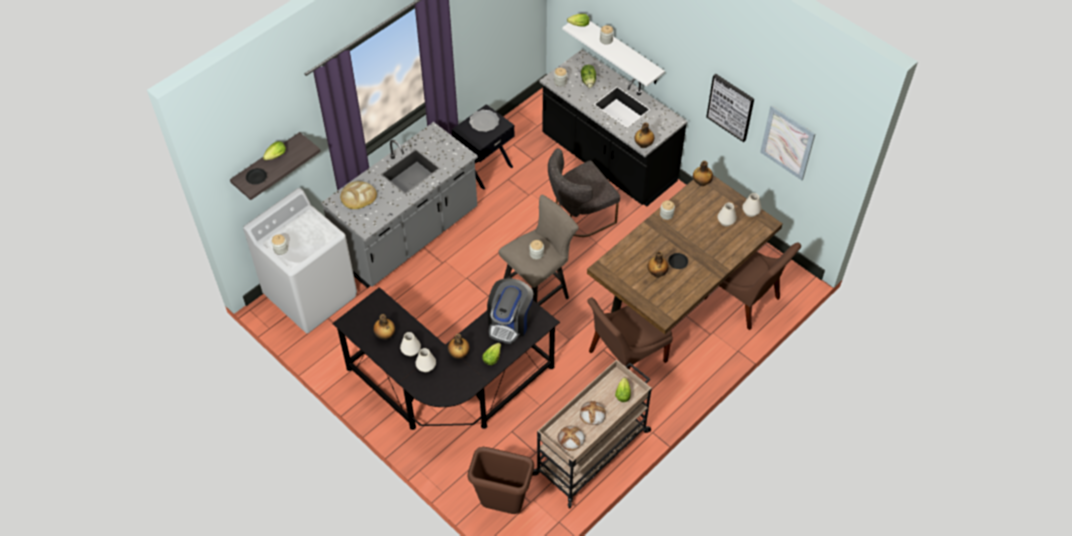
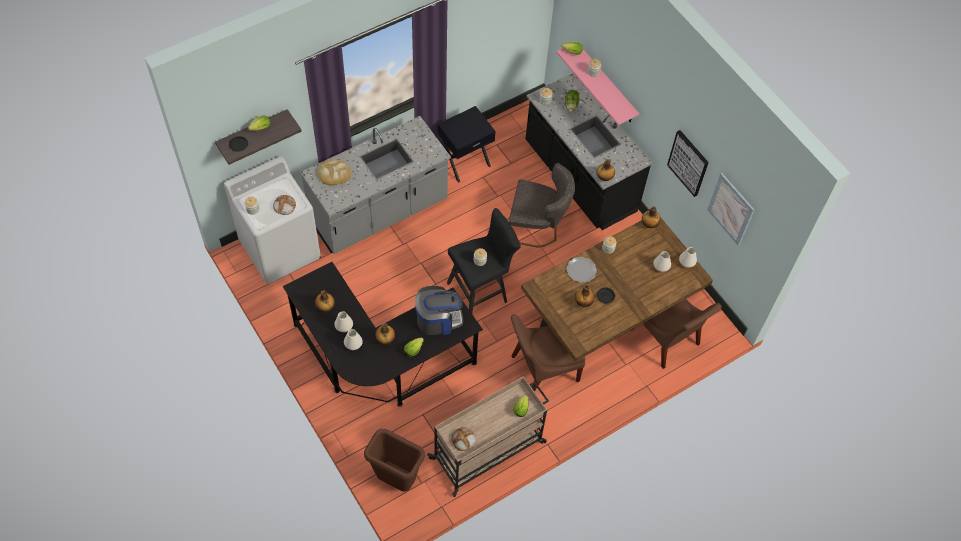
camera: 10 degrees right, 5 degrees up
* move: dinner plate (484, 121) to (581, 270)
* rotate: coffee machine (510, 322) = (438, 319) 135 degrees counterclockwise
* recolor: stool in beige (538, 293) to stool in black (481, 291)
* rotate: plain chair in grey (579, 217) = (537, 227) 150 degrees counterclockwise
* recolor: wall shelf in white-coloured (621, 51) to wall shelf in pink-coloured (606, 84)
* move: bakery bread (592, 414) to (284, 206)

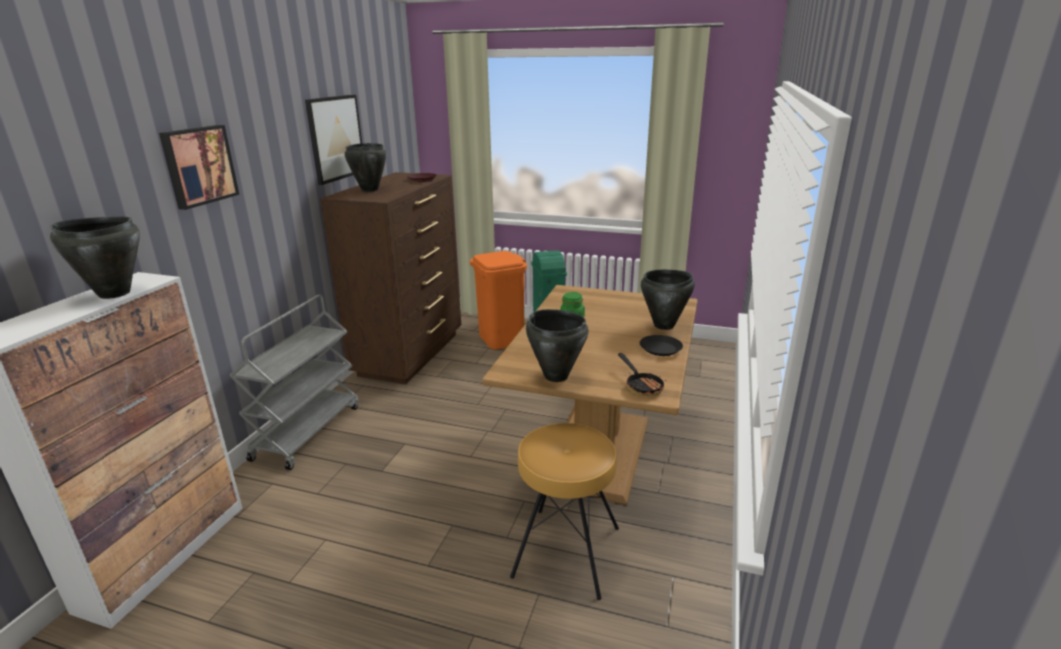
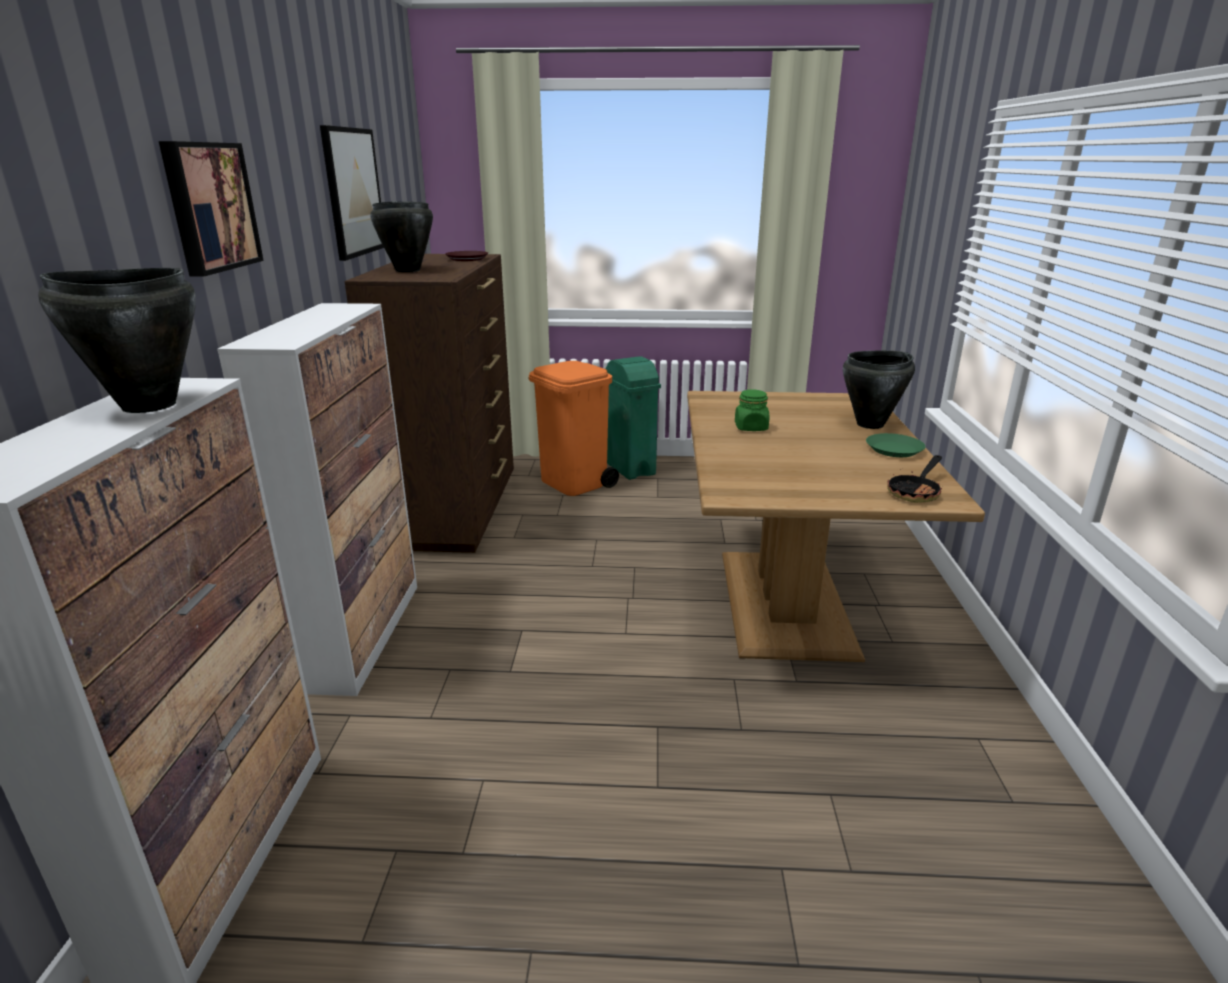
camera: 15 degrees left, 0 degrees up
* replace: wheeled cart in grey (307, 431) to cupboard (363, 634)
* delete: stool in brown-coloured (565, 551)
* delete: saucepot in black (556, 376)
* rotate: frying pan (641, 385) = (916, 492) 75 degrees clockwise
* recolor: dinner plate in black (661, 349) to dinner plate in greenish (894, 450)

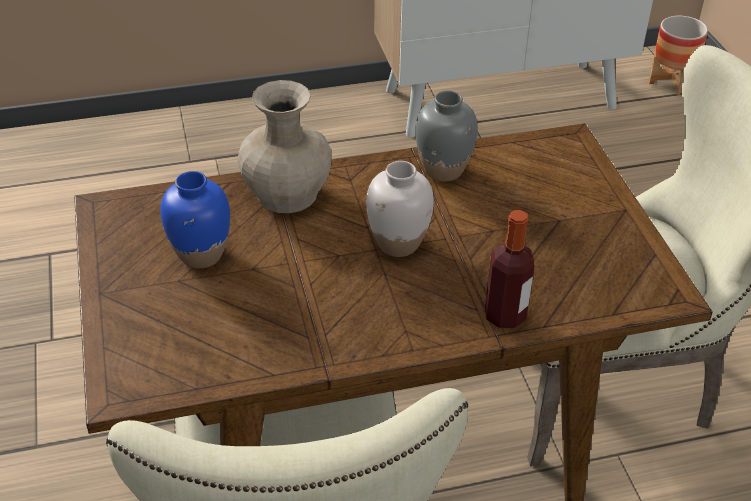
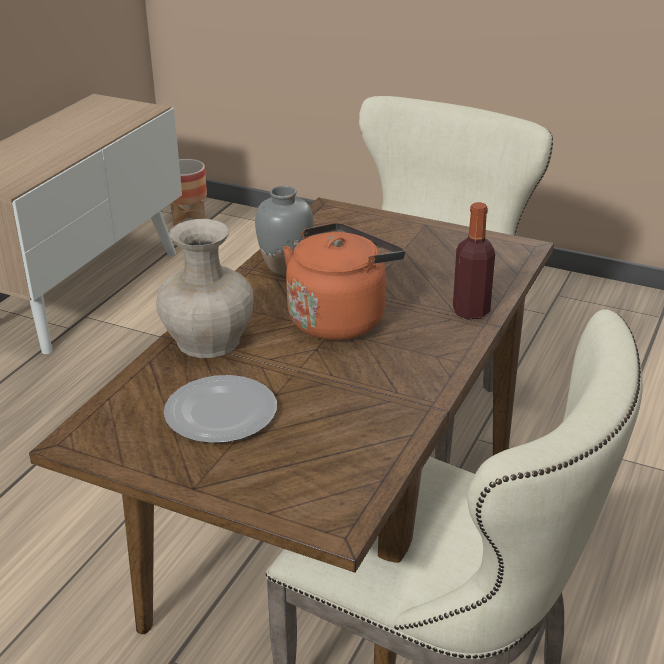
camera: 50 degrees left, 10 degrees down
* replace: decorative vase in blue (201, 255) to dinner plate (222, 412)
* replace: decorative vase in white-coloured (398, 244) to kettle in orangey (340, 318)

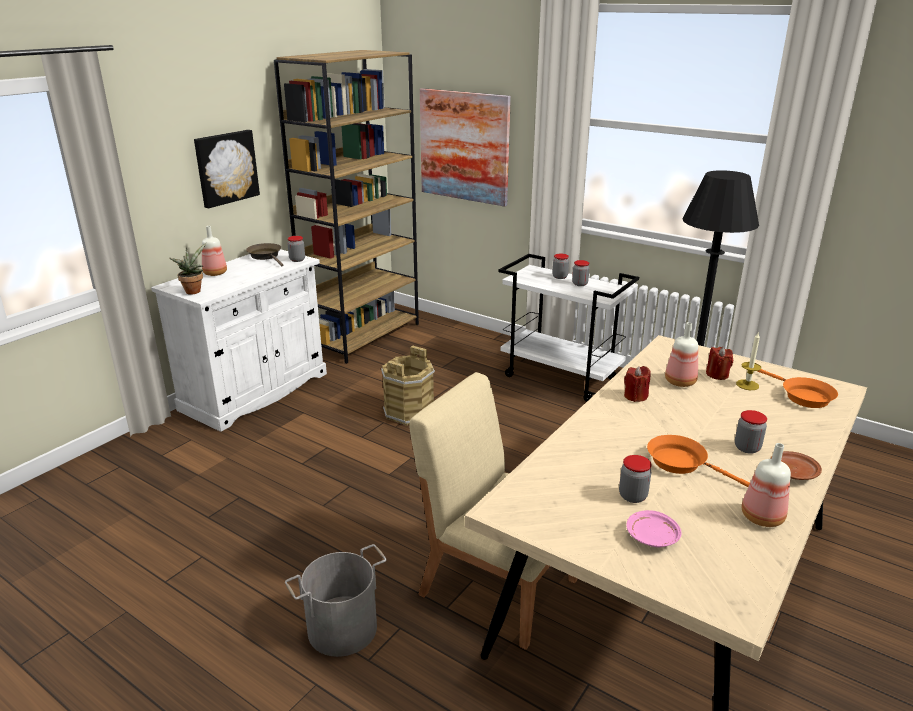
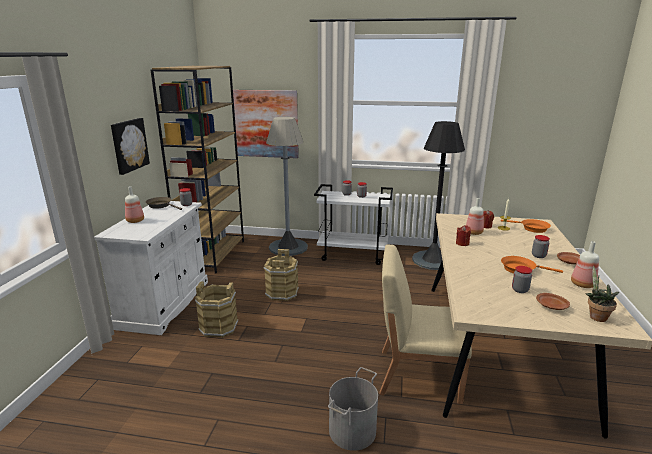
camera: 25 degrees left, 5 degrees down
* move: potted plant (193, 291) to (595, 316)
* recolor: dinner plate in pink-coloured (652, 537) to dinner plate in brown-coloured (552, 306)
* insert: bucket in brown-coloured (219, 327)
* insert: floor lamp in grey (288, 247)

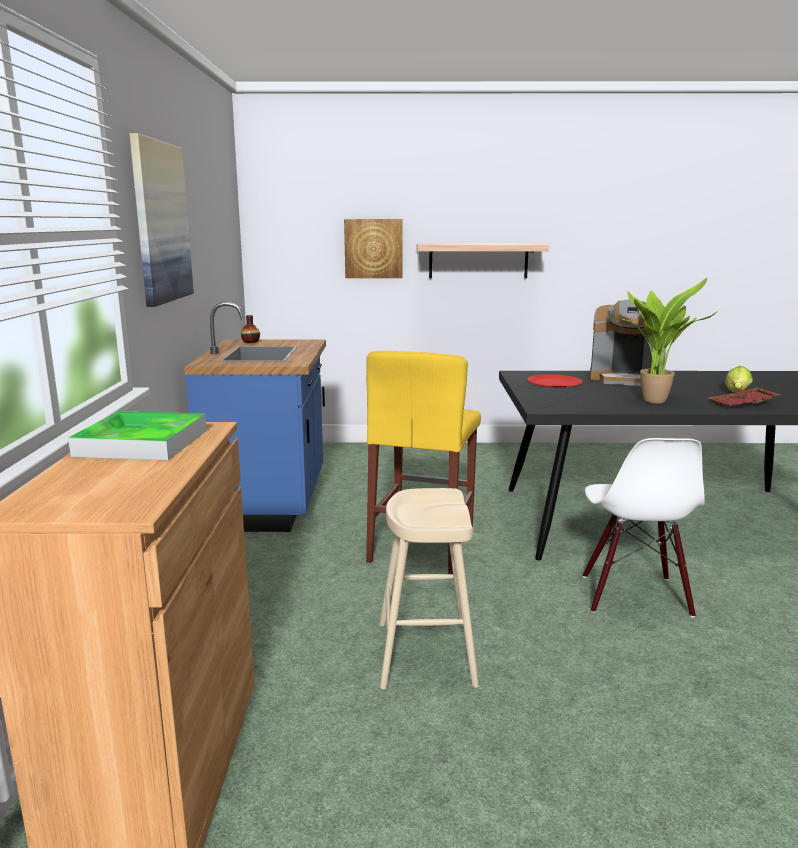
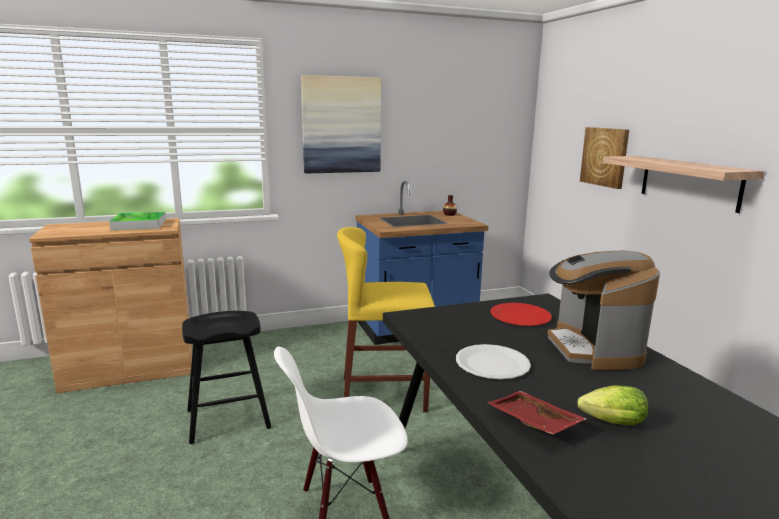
camera: 70 degrees right, 0 degrees up
* recolor: stool in beige (425, 653) to stool in black (228, 419)
* replace: potted plant (652, 400) to dinner plate in white-coloured (492, 364)

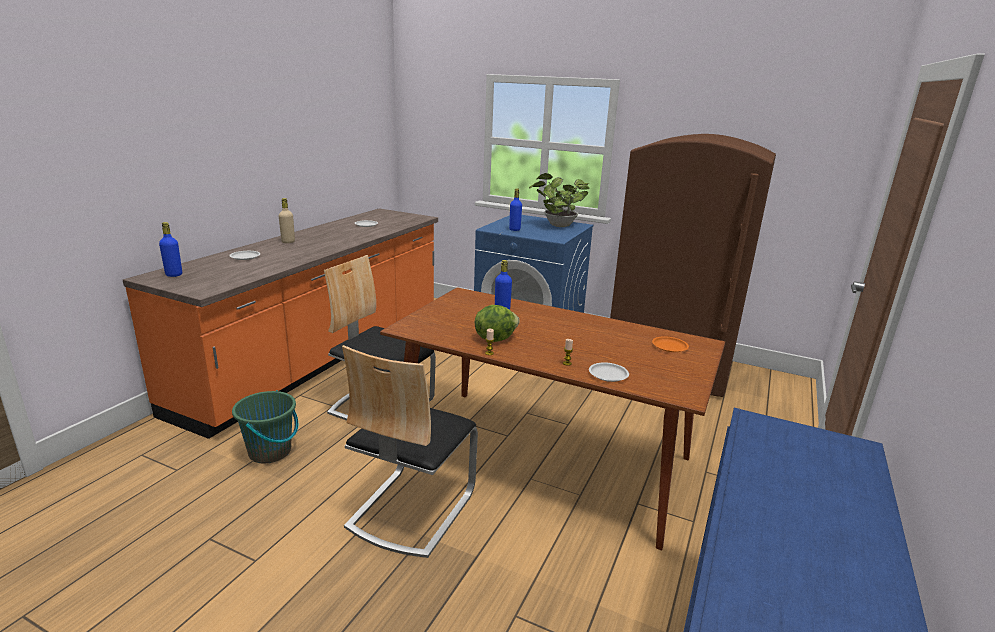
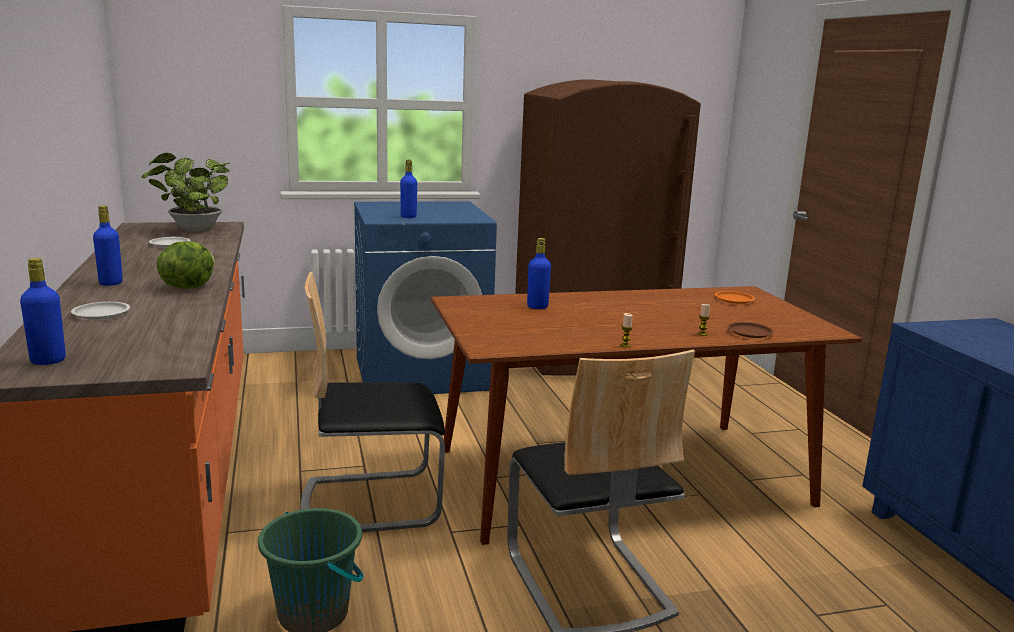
camera: 40 degrees left, 5 degrees down
* recolor: bottle in beige (288, 242) to bottle in blue (111, 283)
* move: head of lettuce (494, 338) to (187, 287)
* move: potted plant (557, 225) to (193, 230)
* recolor: dinner plate in white-coloured (608, 375) to dinner plate in brown-coloured (750, 333)

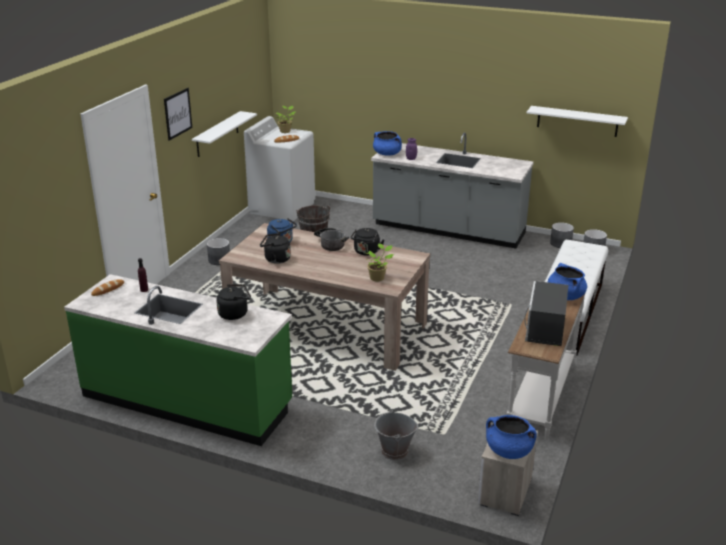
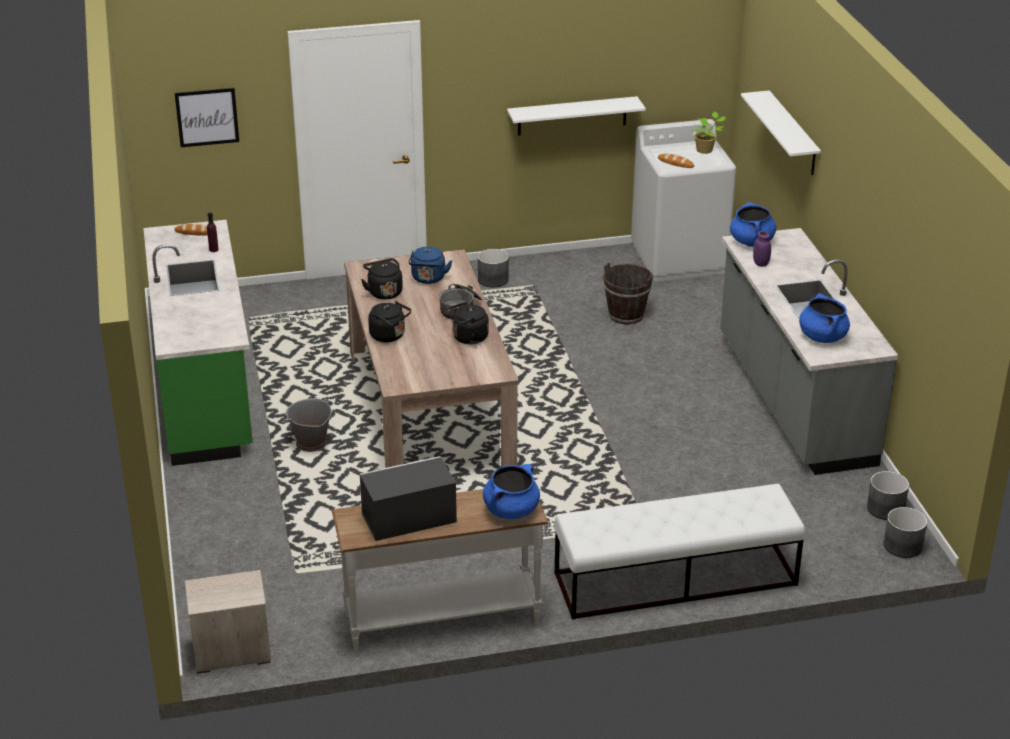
camera: 55 degrees right, 5 degrees up
* move: wall picture (178, 113) to (207, 117)
* move: kettle in black (235, 313) to (389, 336)
* delete: potted plant (378, 278)
* move: bucket in grey (394, 451) to (311, 443)
* move: saucepot in blue (508, 451) to (822, 336)
* move: wall shelf in white-coloured (577, 121) to (793, 134)

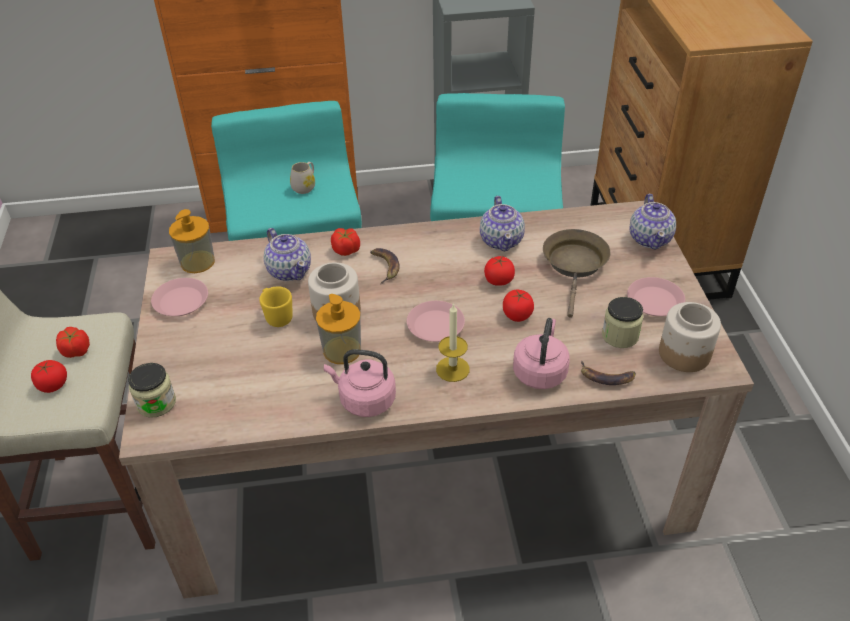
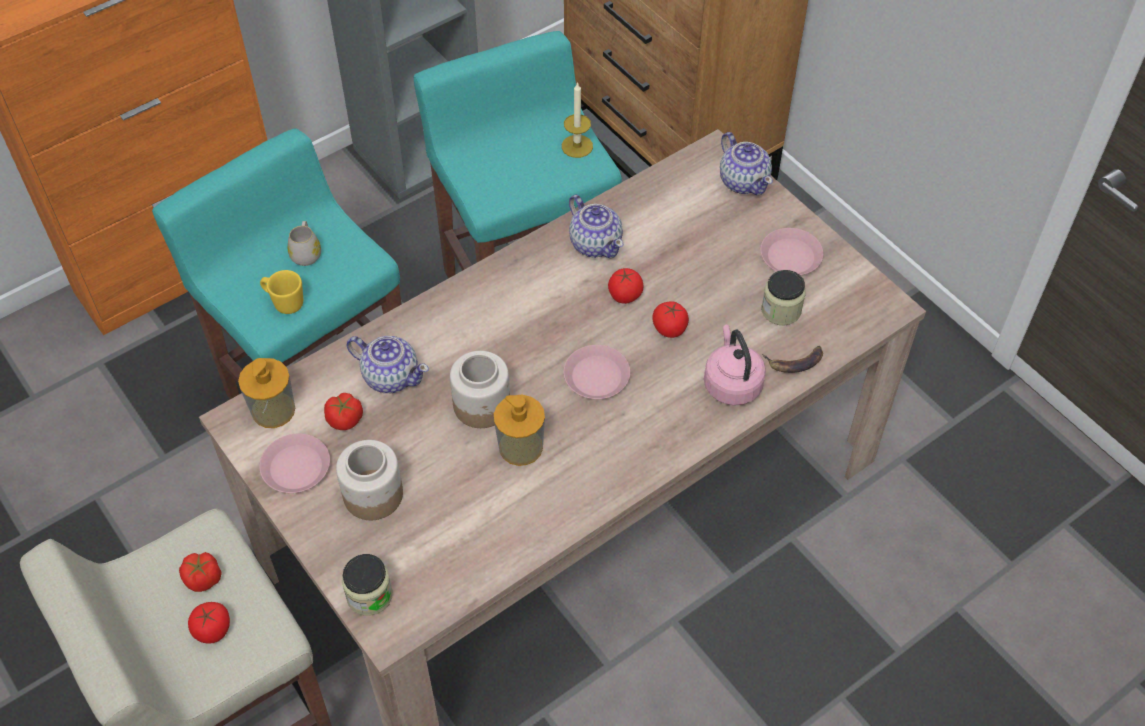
camera: 30 degrees left, 10 degrees up
* move: mug in yellow (277, 316) to (284, 302)
* delete: kettle in pink-coloured (364, 400)
* move: tomato (346, 250) to (345, 419)
* delete: banana (384, 266)
* move: candle (452, 369) to (577, 146)
* delete: frying pan in brown-coloured (575, 265)
* move: jar (683, 354) to (372, 495)

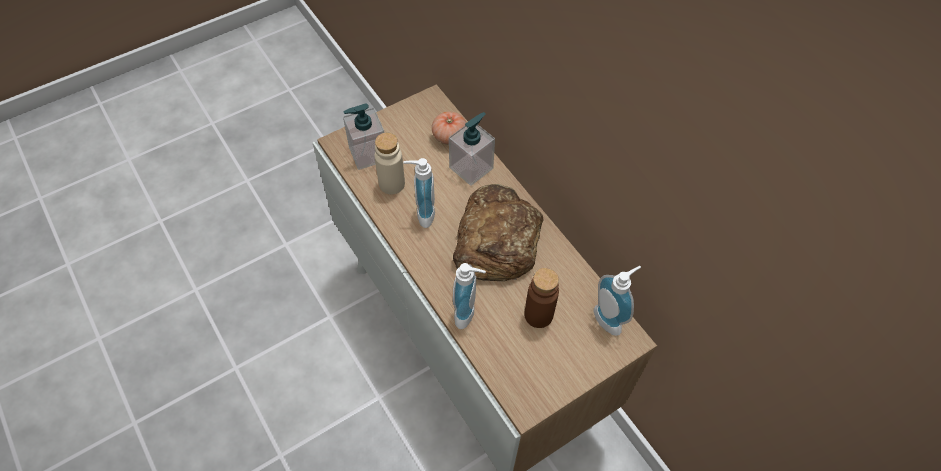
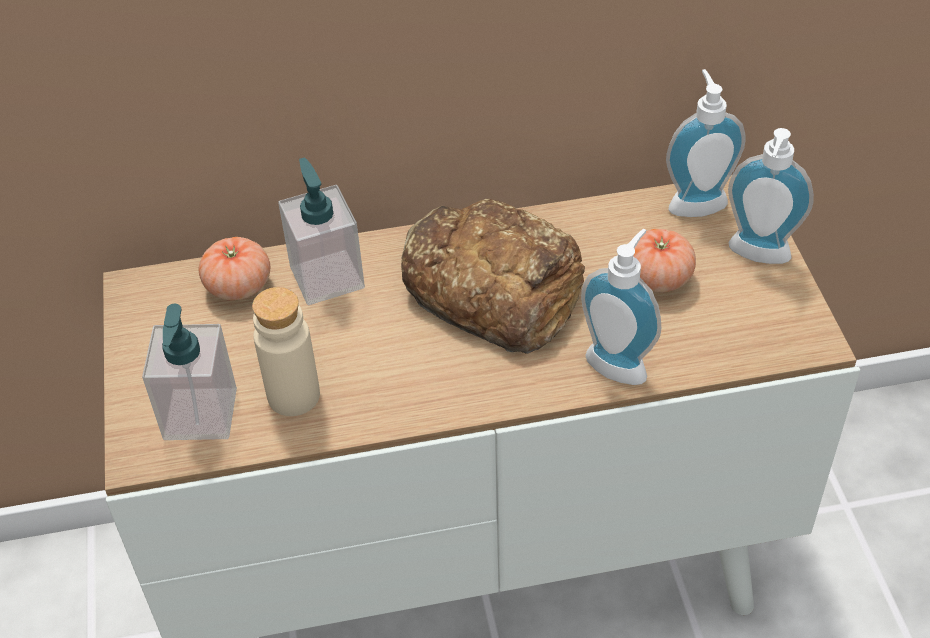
camera: 65 degrees left, 10 degrees down
* move: soap bottle (421, 213) to (757, 257)
* replace: bottle in brown-coloured (538, 315) to tomato (657, 278)

